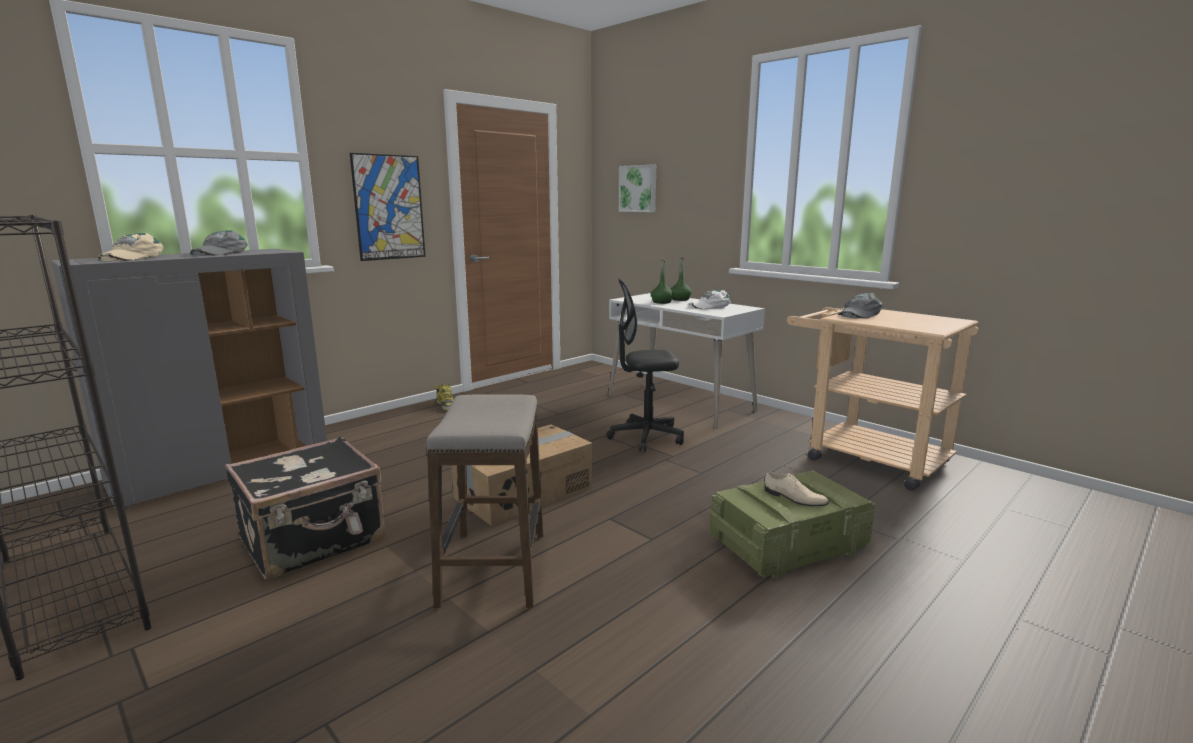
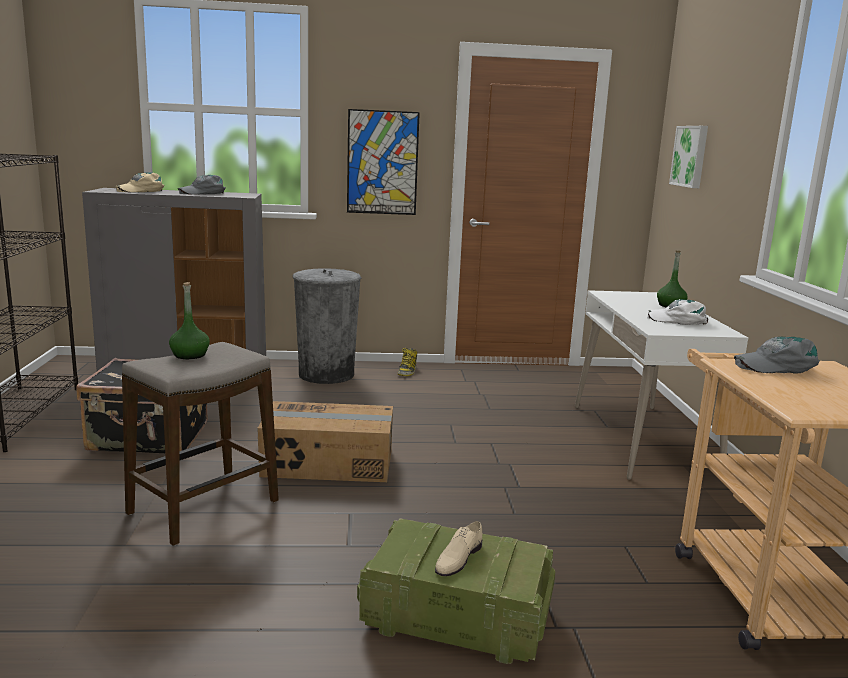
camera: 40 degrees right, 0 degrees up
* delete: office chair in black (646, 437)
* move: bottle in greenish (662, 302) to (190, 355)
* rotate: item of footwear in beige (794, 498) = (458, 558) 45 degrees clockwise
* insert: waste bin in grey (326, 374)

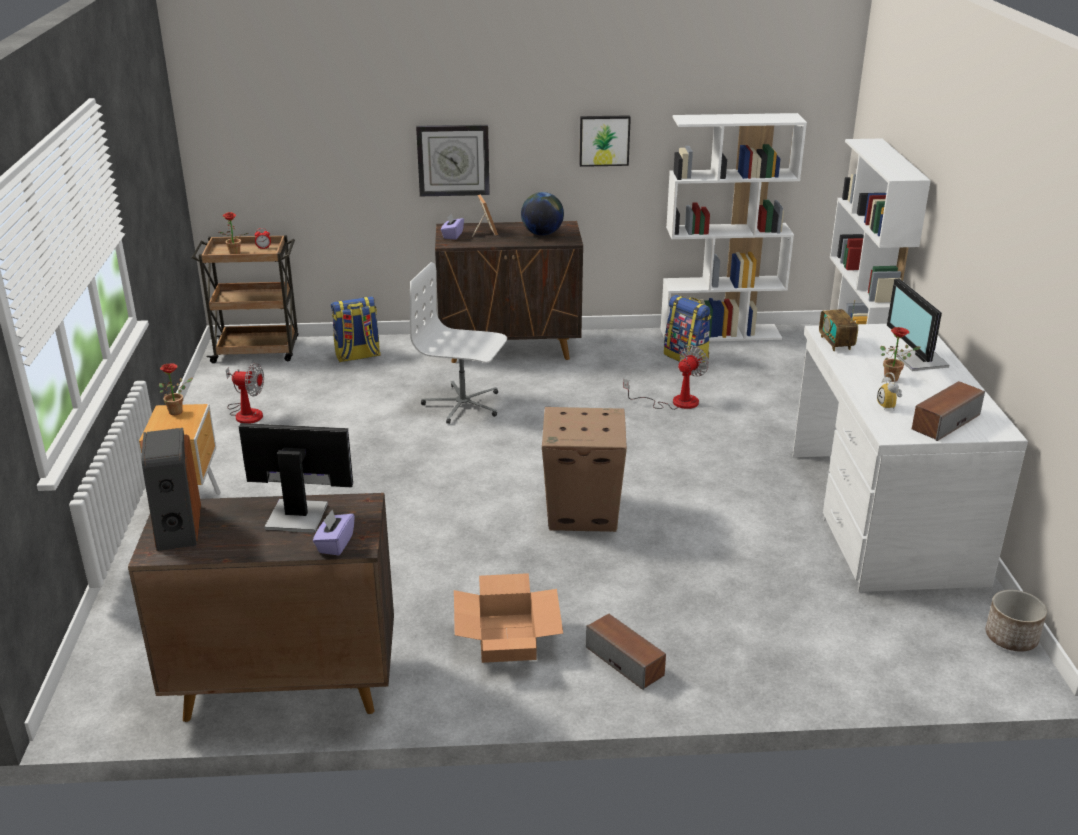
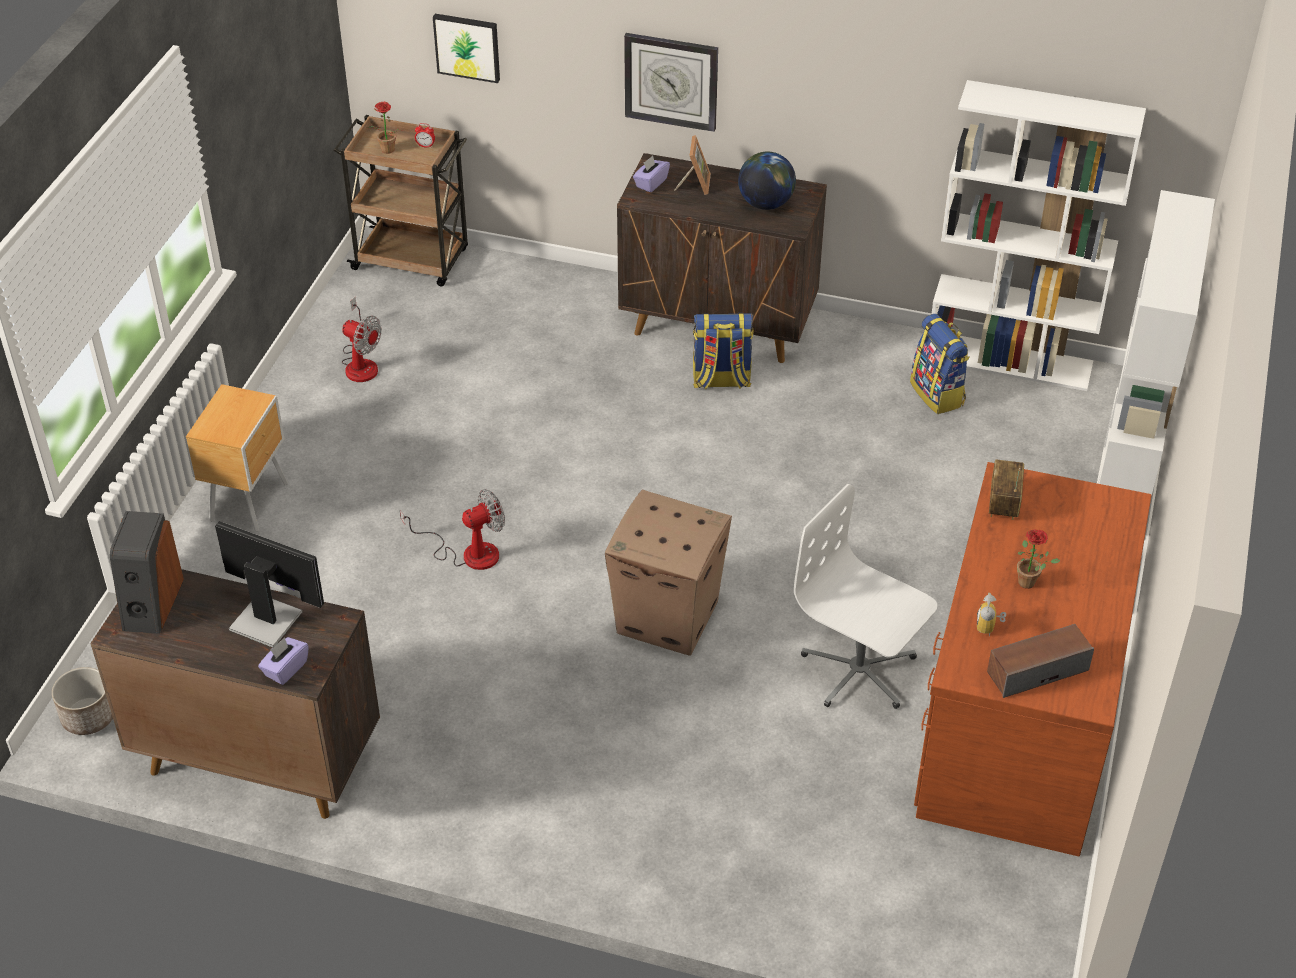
camera: 20 degrees right, 15 degrees up
* delete: potted plant (178, 411)
* move: rucksack (357, 356) to (721, 380)
* move: office chair in white-coloured (463, 405) to (859, 671)
* delete: packing box (507, 638)
* move: wall picture (604, 140) to (467, 46)
* delete: speaker (625, 661)
* move: fan (675, 402) to (468, 553)
* recolor: desk table in white-coloured (881, 516) to desk table in brown-coloured (1018, 719)
* delete: computer display (918, 361)
* move: planter (1010, 638) to (88, 716)

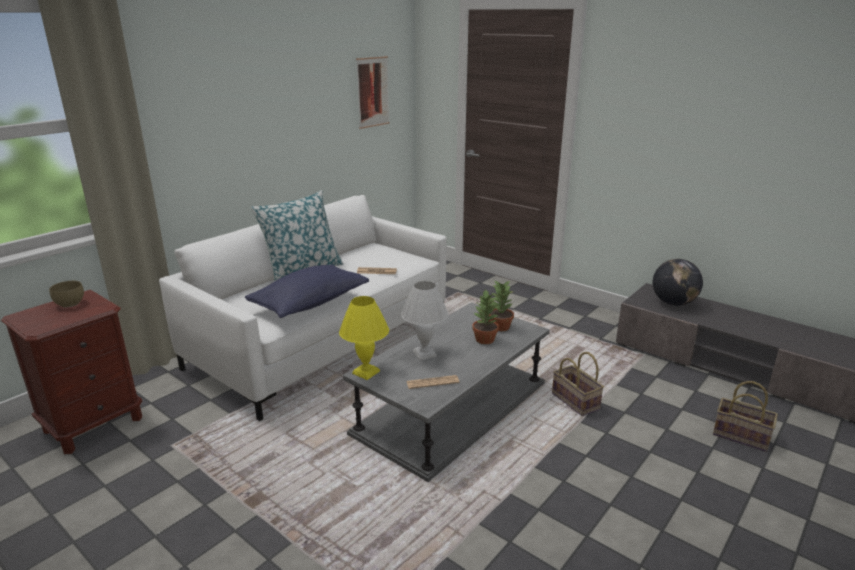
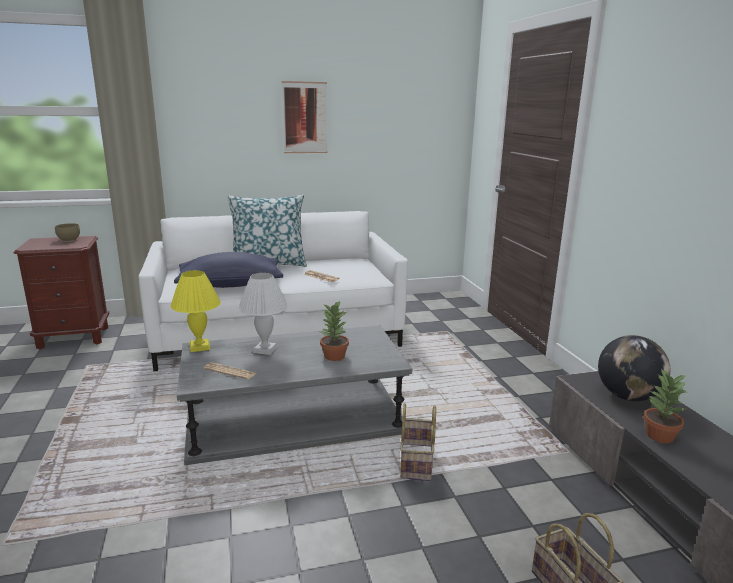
camera: 35 degrees right, 5 degrees down
* move: wall picture (373, 92) to (305, 118)
* move: potted plant (500, 327) to (658, 435)

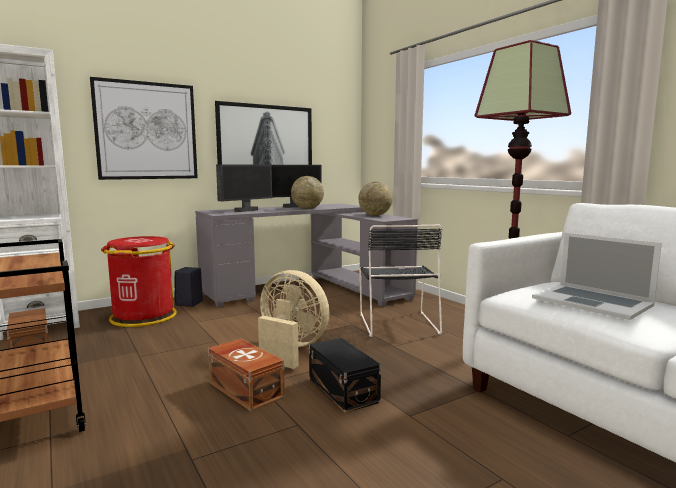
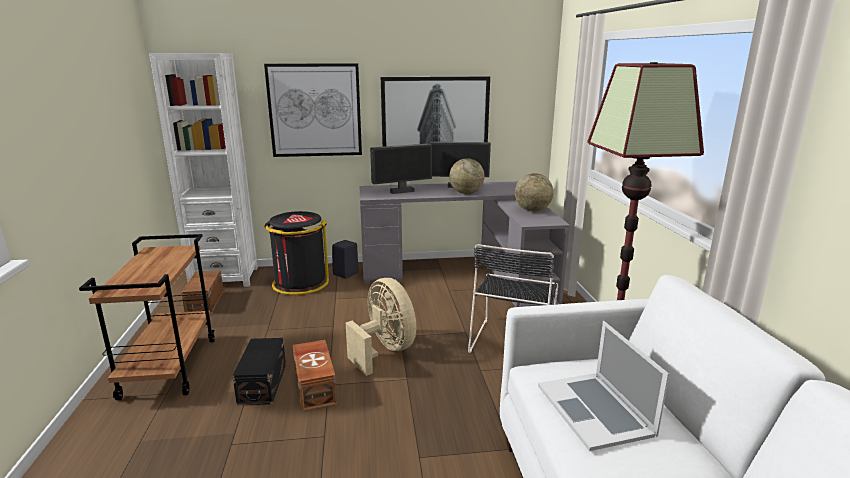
camera: 25 degrees right, 10 degrees up
* recolor: waste bin in red-coloured (143, 317) to waste bin in black (300, 283)
* move: storage bin in black (343, 389) to (264, 383)

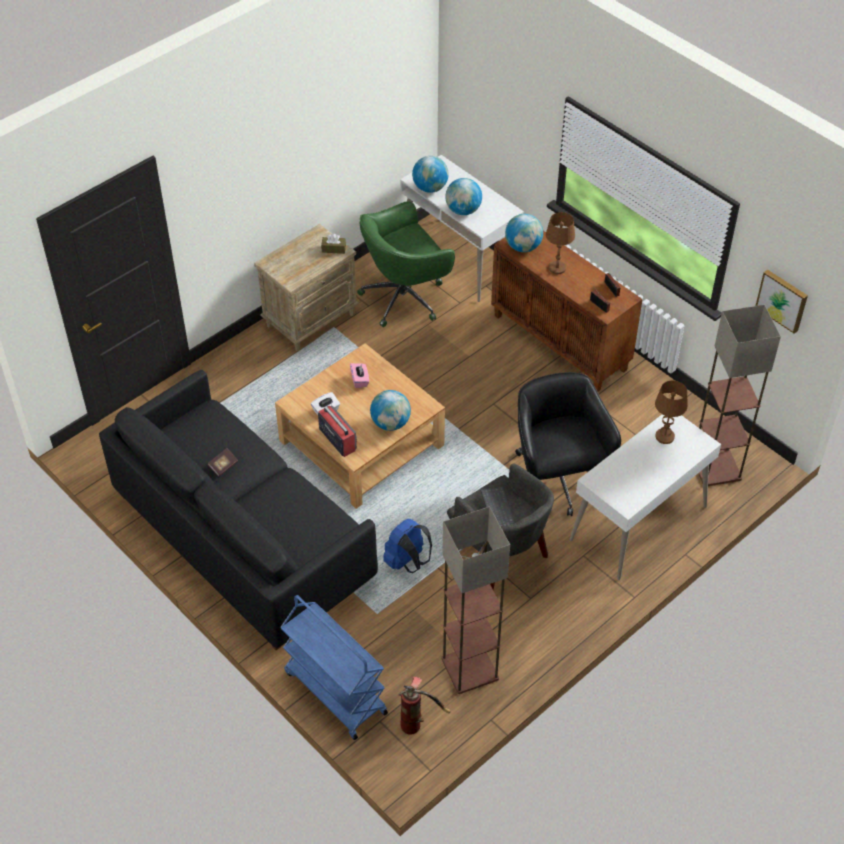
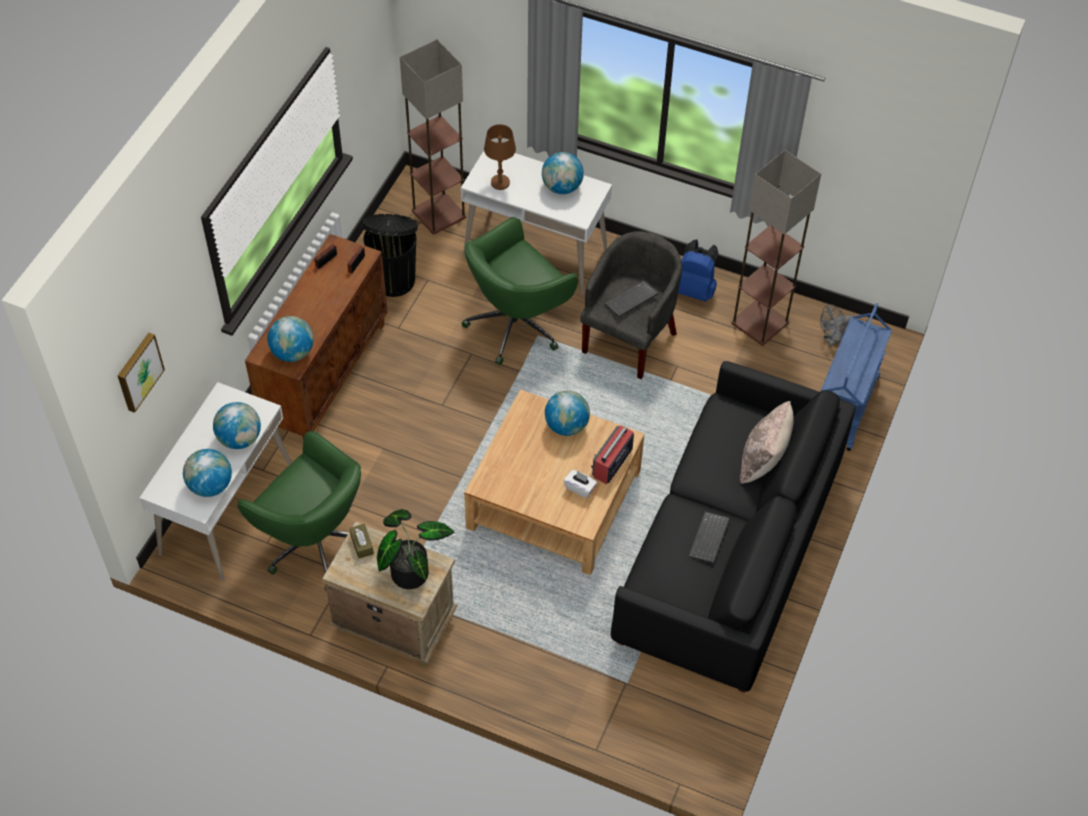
camera: 115 degrees left, 5 degrees up
* replace: volume (223, 466) to computer keyboard (710, 539)
* delete: box of tissues in pink-coloured (360, 380)
* move: rucksack in blue (407, 562) to (695, 290)
* replace: extinguisher (418, 722) to fan in grey (832, 340)
* recolor: office chair in black (556, 480) to office chair in greenish (517, 324)
* delete: tabletop lamp in brown-coloured (557, 268)
* move: wall picture (782, 300) to (138, 371)
* insert: waste bin in black (394, 279)
* insert: potted plant (410, 569)
* insert: globe (562, 187)
* insert: throw pillow in beige (763, 461)

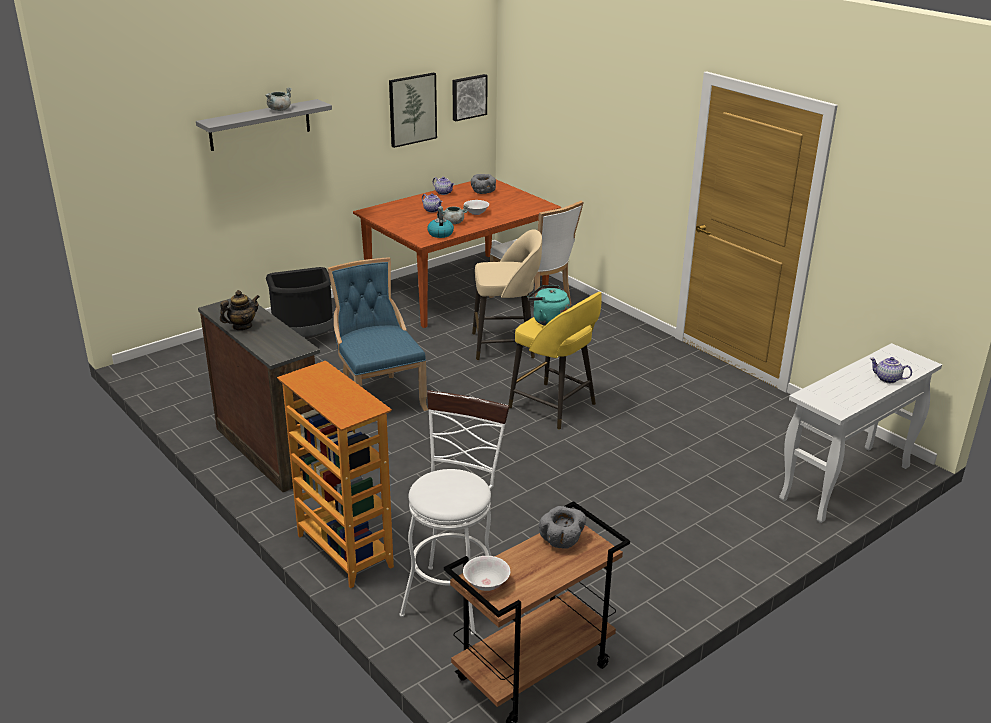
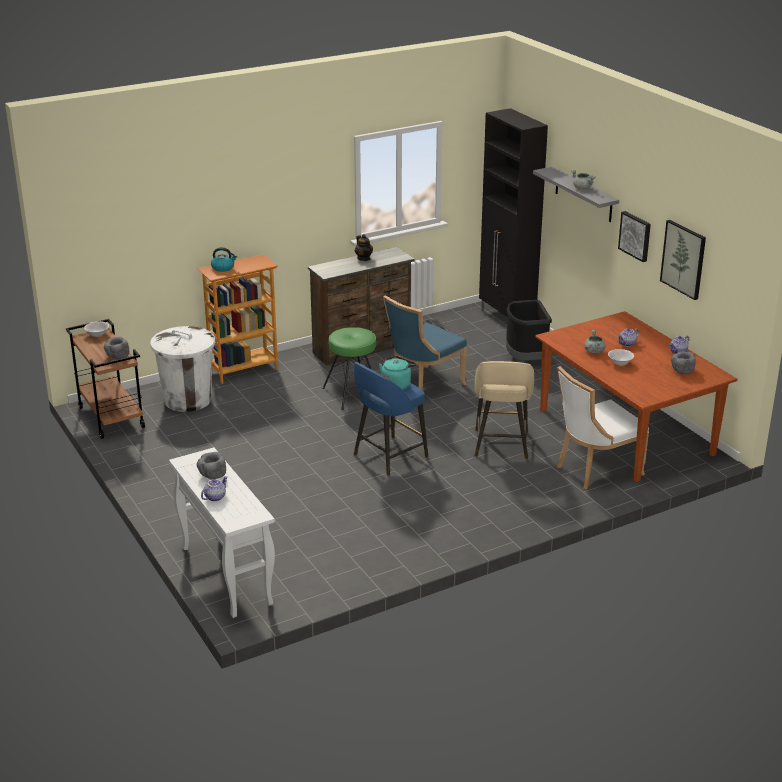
camera: 100 degrees right, 0 degrees up
* rotate: plain chair in blue (378, 397) = (423, 386) 150 degrees clockwise
* replace: stool in white-coloured (454, 593) to waste bin in white-coloured (188, 400)
* move: kettle (440, 233) to (223, 268)
* move: wall picture (468, 97) to (635, 236)
* recolor: stool in yellow (554, 407) to stool in blue (388, 456)
* insert: serving bowl in grey (212, 475)
* insert: stool in greenish (353, 394)
* insert: cupboard in black (506, 319)

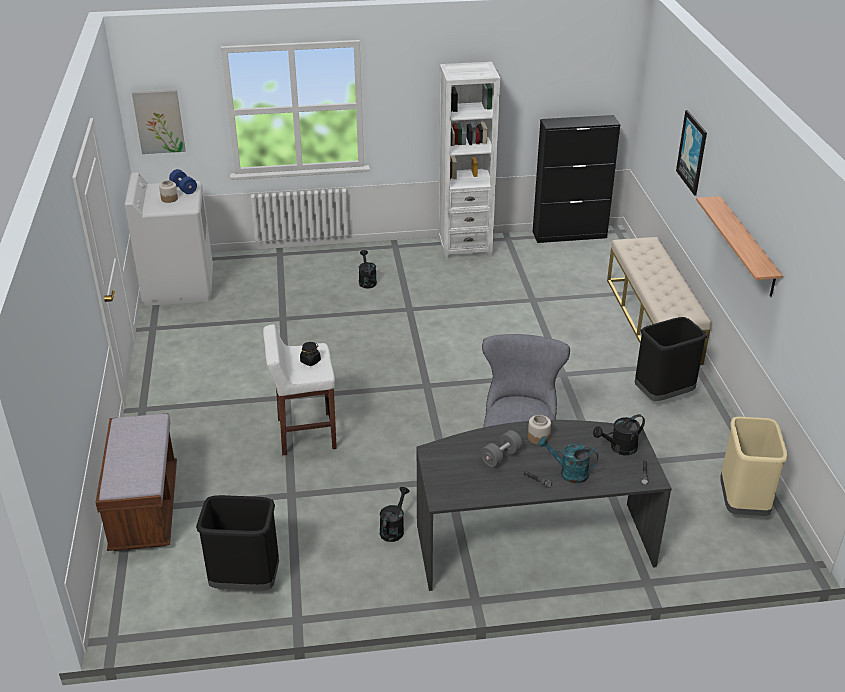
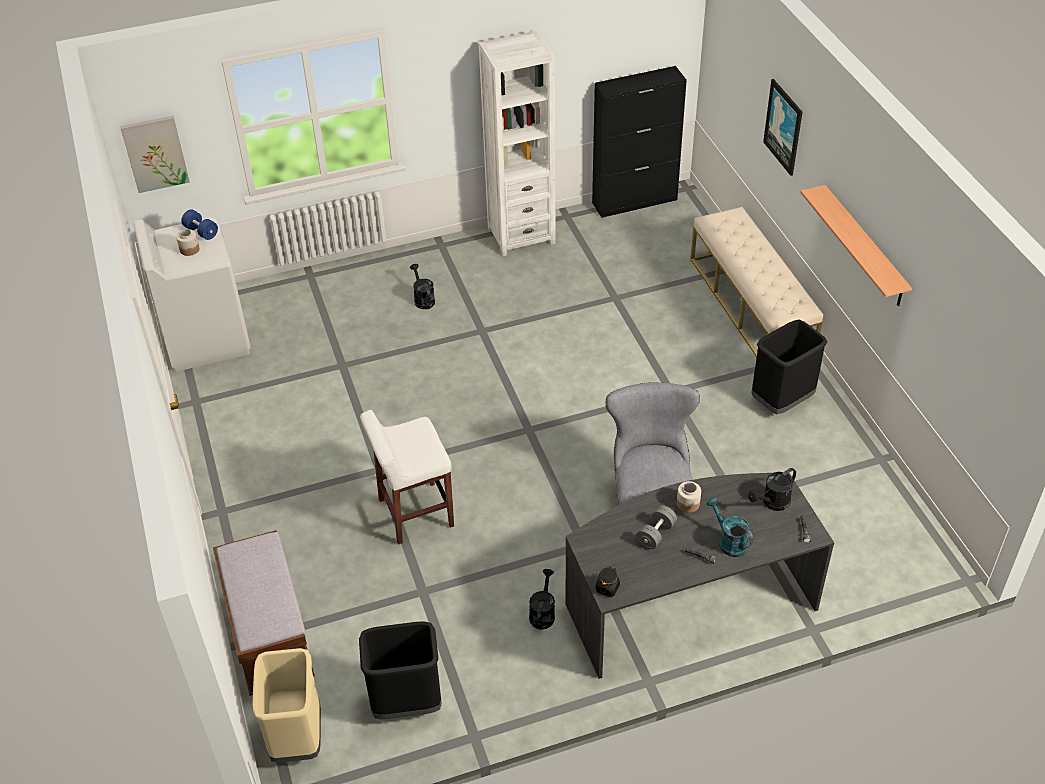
camera: 10 degrees left, 10 degrees up
* move: jar in black (310, 361) to (607, 588)
* rotate: sprinkling can in blue-green (568, 473) = (729, 542) 45 degrees clockwise
* move: waste bin in beige (743, 504) to (297, 737)

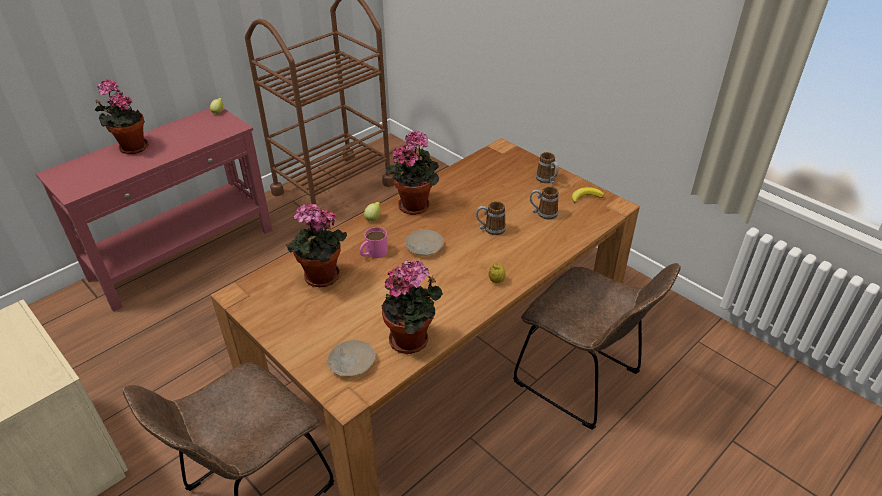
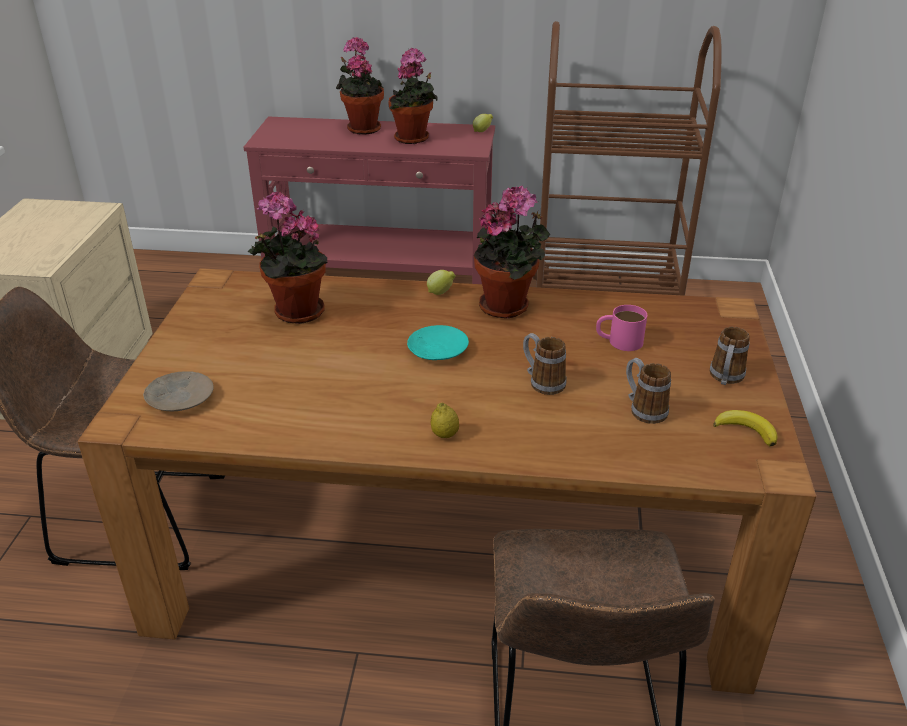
camera: 50 degrees right, 5 degrees down
* move: mug in pink-coloured (373, 253) to (618, 341)
* move: potted plant (412, 340) to (413, 139)
* recolor: dinner plate in beige (424, 247) to dinner plate in blue-green (437, 350)

